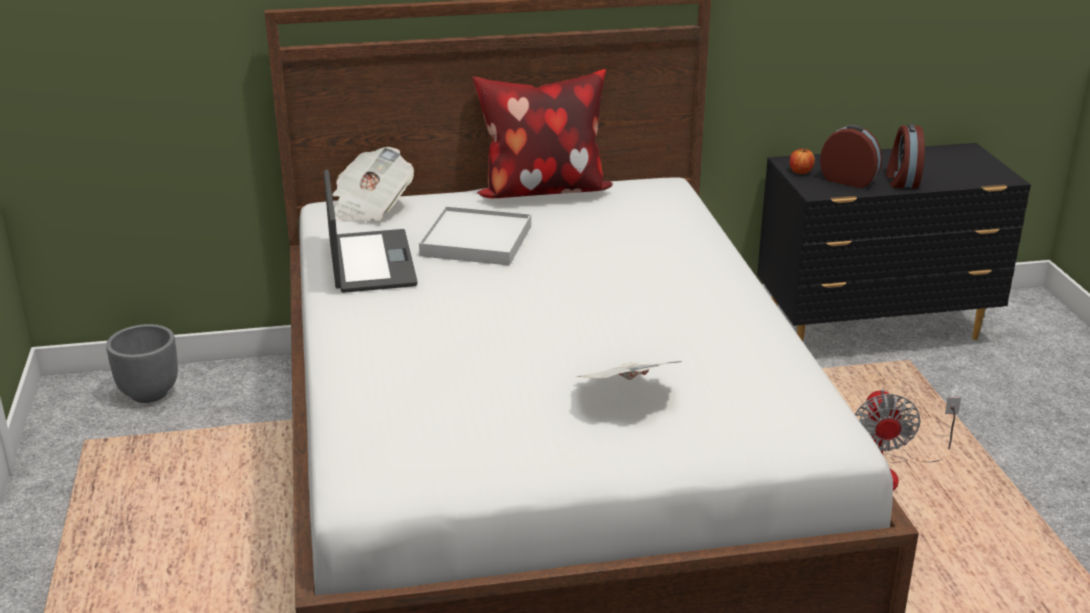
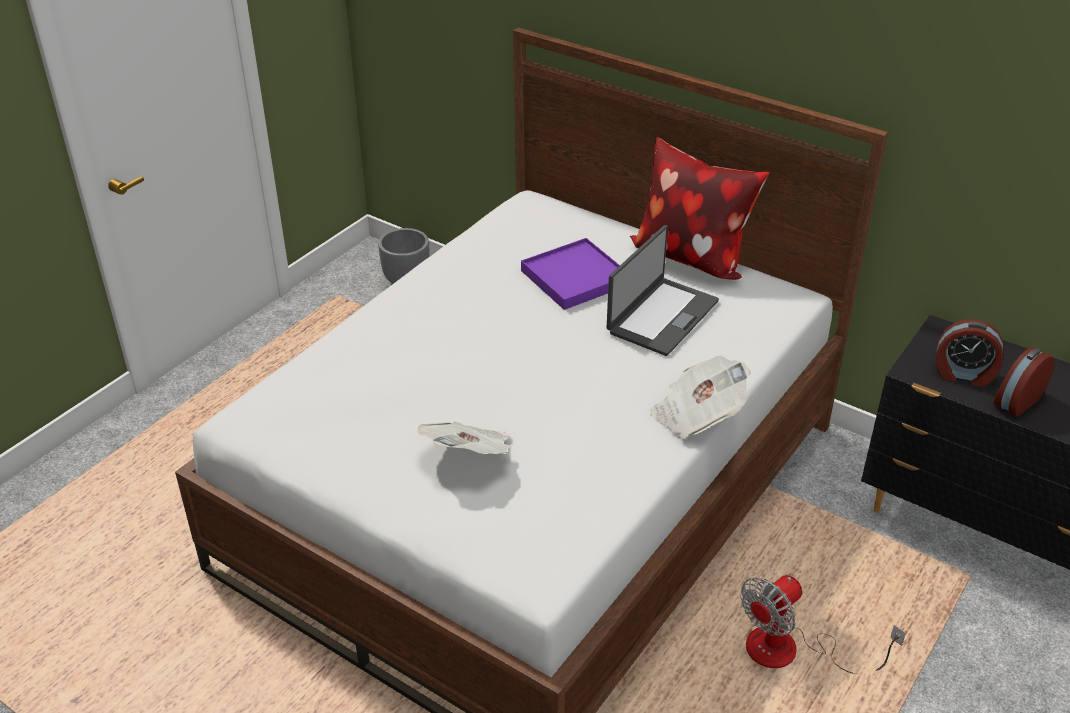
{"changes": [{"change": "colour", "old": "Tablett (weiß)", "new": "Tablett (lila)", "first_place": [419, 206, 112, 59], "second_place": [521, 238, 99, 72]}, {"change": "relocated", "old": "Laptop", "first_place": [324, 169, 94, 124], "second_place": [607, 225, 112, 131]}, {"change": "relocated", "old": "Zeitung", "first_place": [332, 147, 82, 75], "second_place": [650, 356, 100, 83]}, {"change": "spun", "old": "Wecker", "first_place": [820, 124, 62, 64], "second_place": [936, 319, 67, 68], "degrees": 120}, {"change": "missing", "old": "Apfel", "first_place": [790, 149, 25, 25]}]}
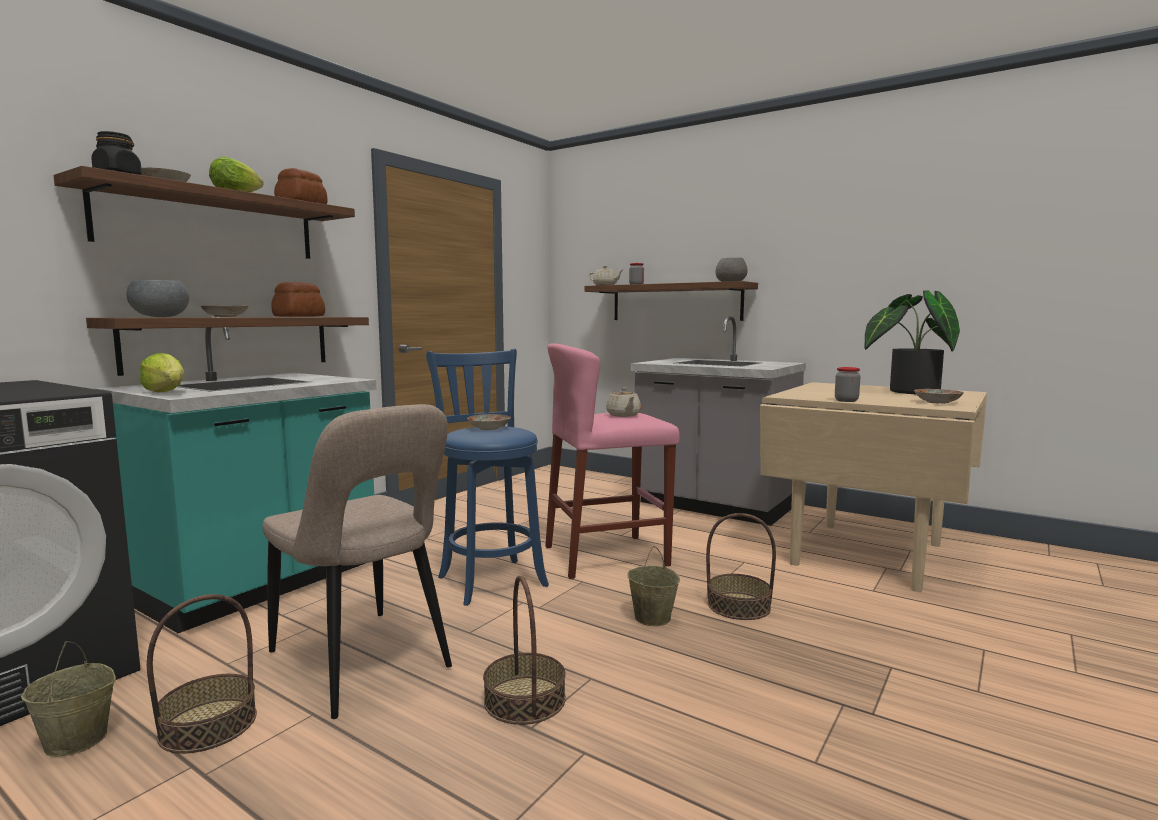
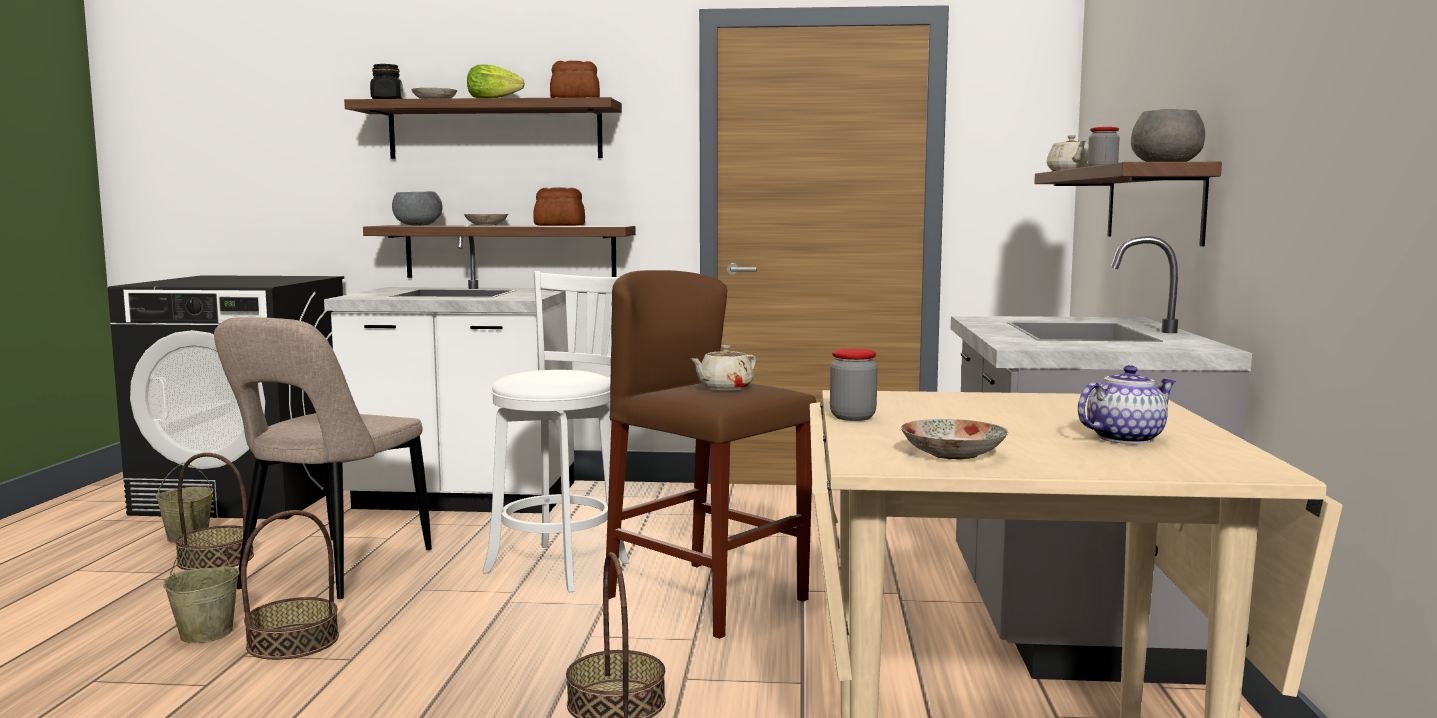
{"changes": [{"change": "relocated", "old": "Eimer (beige)", "first_place": [628, 546, 52, 80], "second_place": [163, 538, 77, 105]}, {"change": "colour", "old": "Küchenzeile (türkis)", "new": "Küchenzeile (weiß)", "first_place": [94, 317, 282, 316], "second_place": [324, 236, 250, 277]}, {"change": "colour", "old": "Hocker (blau)", "new": "Hocker (weiß)", "first_place": [426, 349, 123, 257], "second_place": [483, 271, 147, 321]}, {"change": "colour", "old": "Hocker (rosa)", "new": "Hocker (braun)", "first_place": [545, 343, 135, 236], "second_place": [606, 270, 210, 369]}, {"change": "exchanged", "old": "Topfpflanze", "new": "Teekanne", "first_place": [864, 290, 96, 104], "second_place": [1078, 365, 98, 79]}, {"change": "missing", "old": "Salatkopf", "first_place": [140, 353, 45, 40]}, {"change": "missing", "old": "Teller", "first_place": [467, 414, 44, 16]}]}
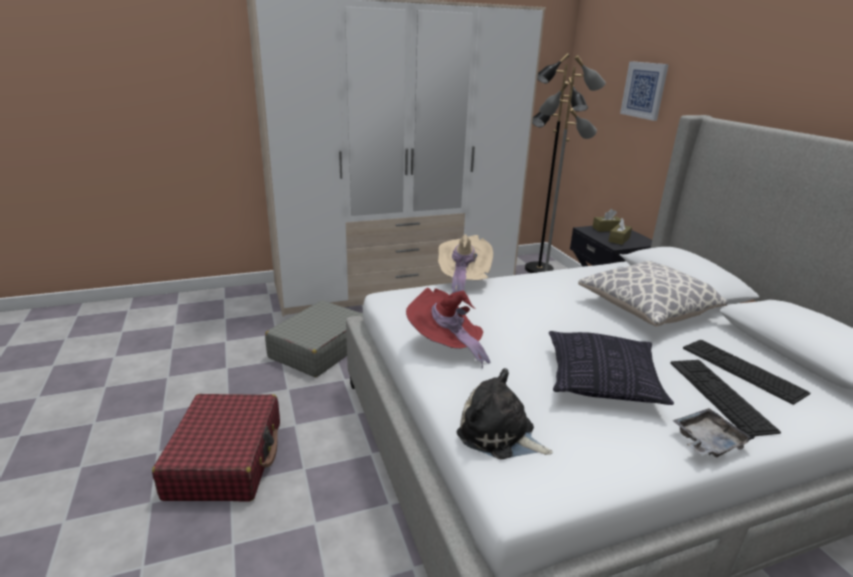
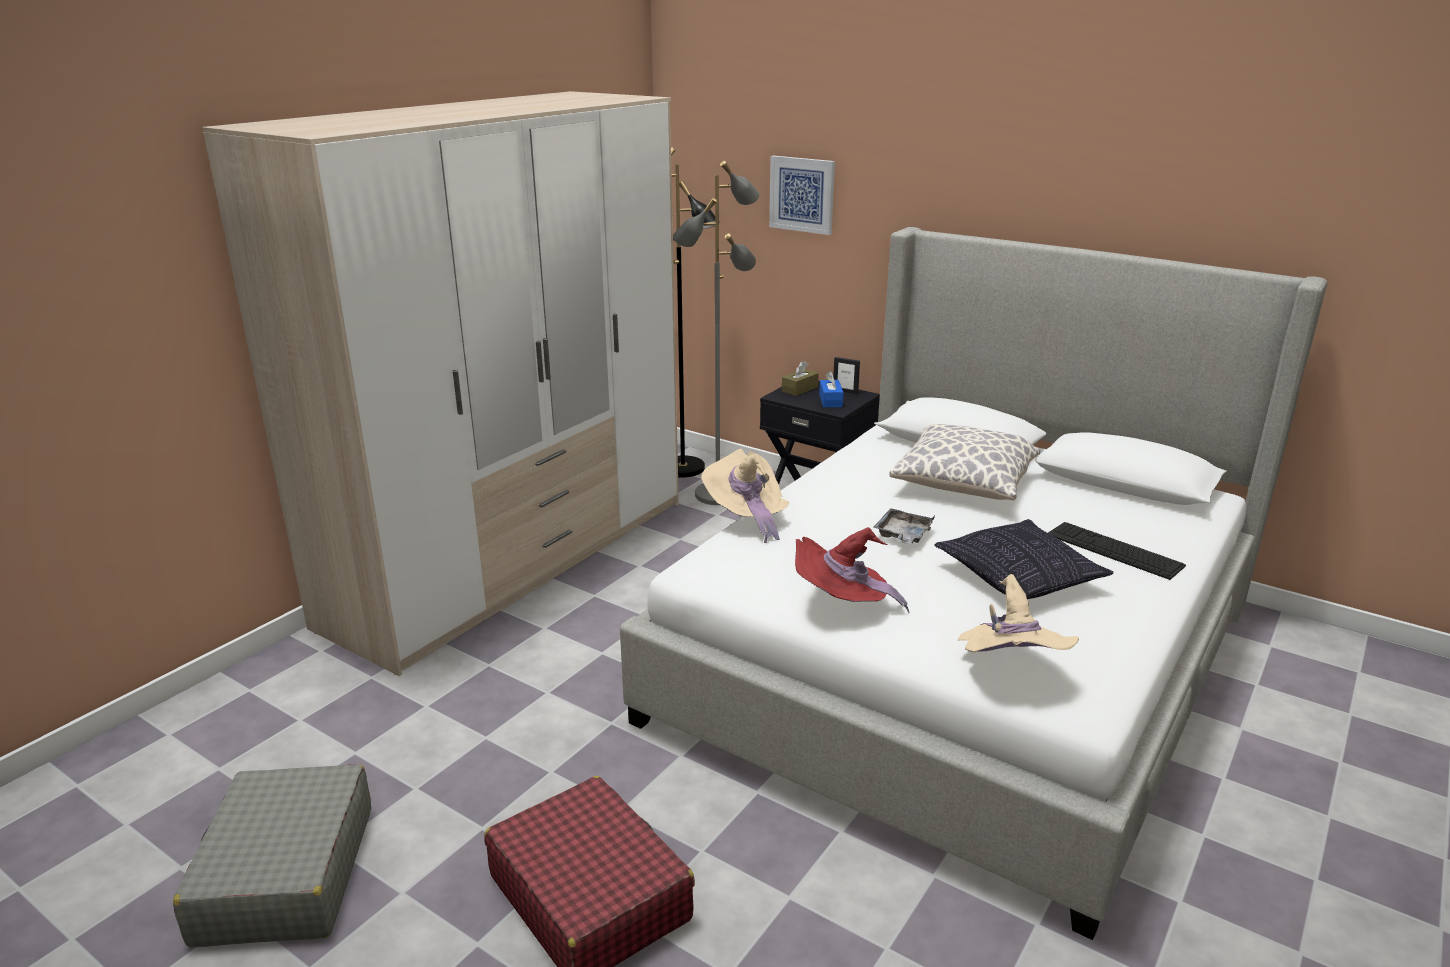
{"changes": [{"change": "relocated", "old": "Koffer (grau)", "first_place": [265, 300, 98, 77], "second_place": [173, 764, 198, 183]}, {"change": "colour", "old": "Taschentuchbox (braun)", "new": "Taschentuchbox (blau)", "first_place": [608, 218, 24, 27], "second_place": [819, 371, 25, 36]}, {"change": "appeared", "new": "Bilderrahmen", "second_place": [833, 357, 27, 37]}, {"change": "relocated", "old": "Tablett (grau)", "first_place": [673, 408, 82, 49], "second_place": [874, 508, 61, 36]}, {"change": "exchanged", "old": "Plüschtier", "new": "Hut (beige)", "first_place": [457, 368, 96, 91], "second_place": [957, 574, 122, 78]}, {"change": "missing", "old": "Tastatur", "first_place": [683, 340, 127, 65]}]}
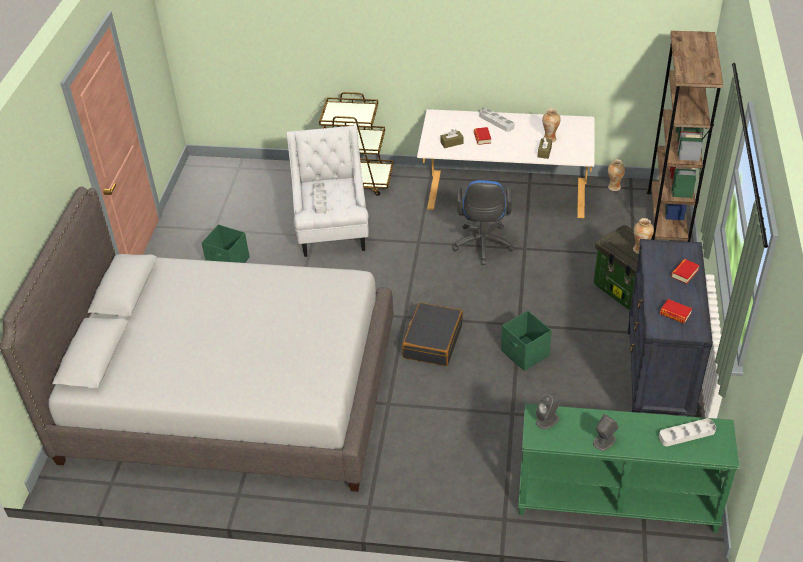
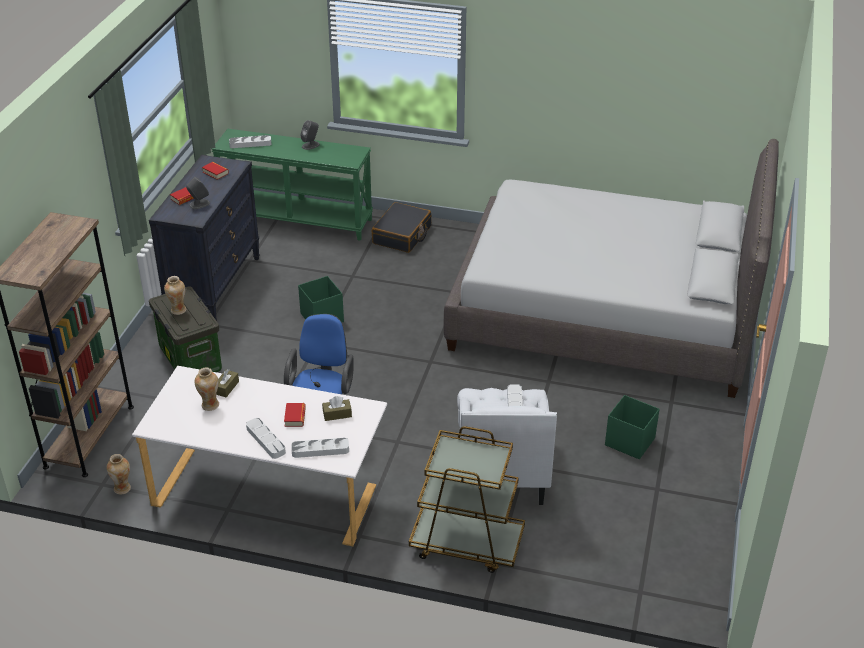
{"changes": [{"change": "relocated", "old": "Lautsprecher (grau)", "first_place": [536, 393, 24, 36], "second_place": [186, 177, 24, 32]}, {"change": "appeared", "new": "Tablett (grau)", "second_place": [291, 438, 58, 20]}, {"change": "relocated", "old": "Koffer (schwarz)", "first_place": [402, 303, 61, 63], "second_place": [372, 202, 59, 51]}]}
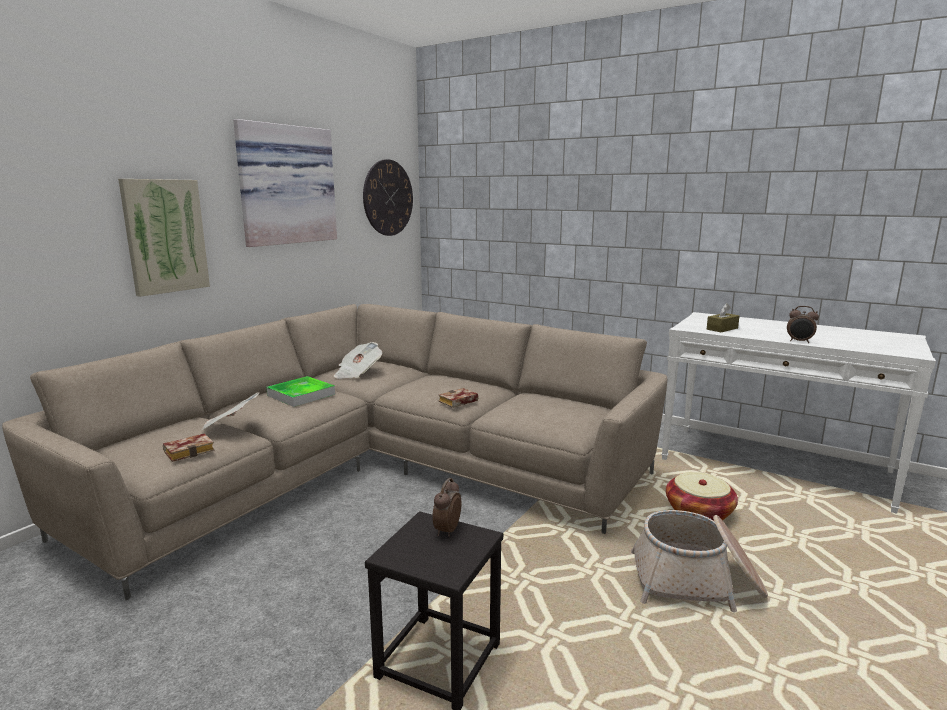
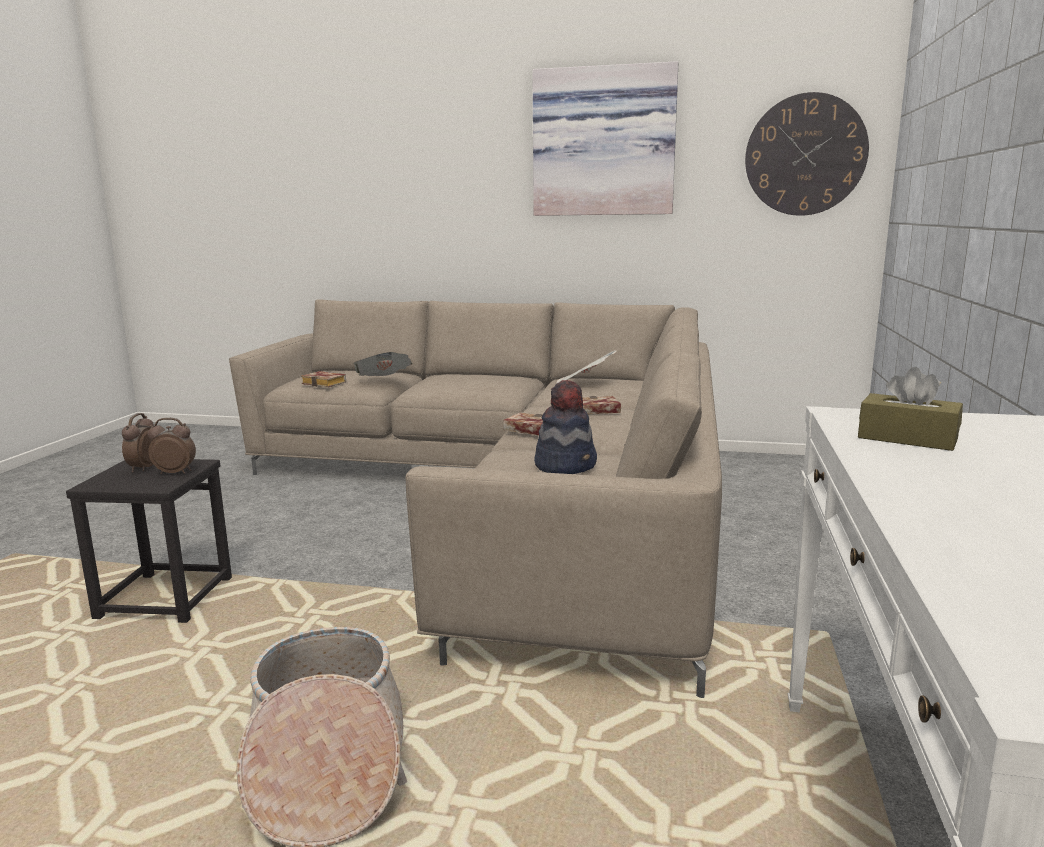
{"changes": [{"change": "relocated", "old": "Wecker", "first_place": [787, 306, 32, 37], "second_place": [122, 413, 34, 60]}, {"change": "appeared", "new": "Hut", "second_place": [534, 380, 63, 94]}, {"change": "appeared", "new": "Buch", "second_place": [583, 396, 38, 18]}, {"change": "missing", "old": "Bild", "first_place": [118, 179, 92, 118]}, {"change": "missing", "old": "Tablett", "first_place": [266, 376, 69, 31]}, {"change": "missing", "old": "Korb", "first_place": [666, 472, 72, 48]}]}
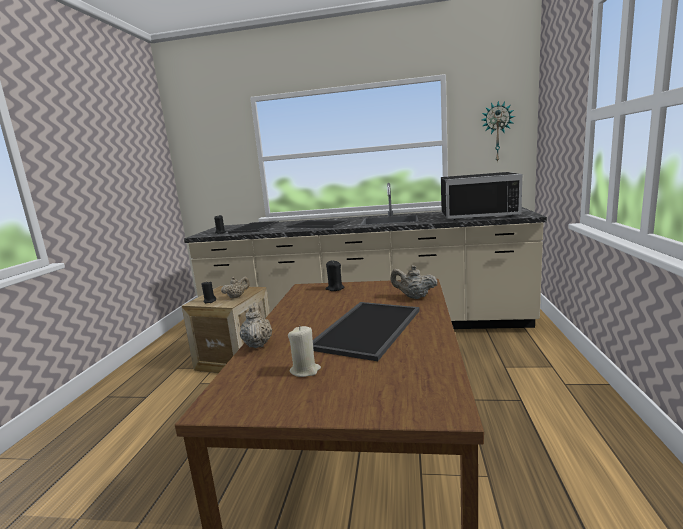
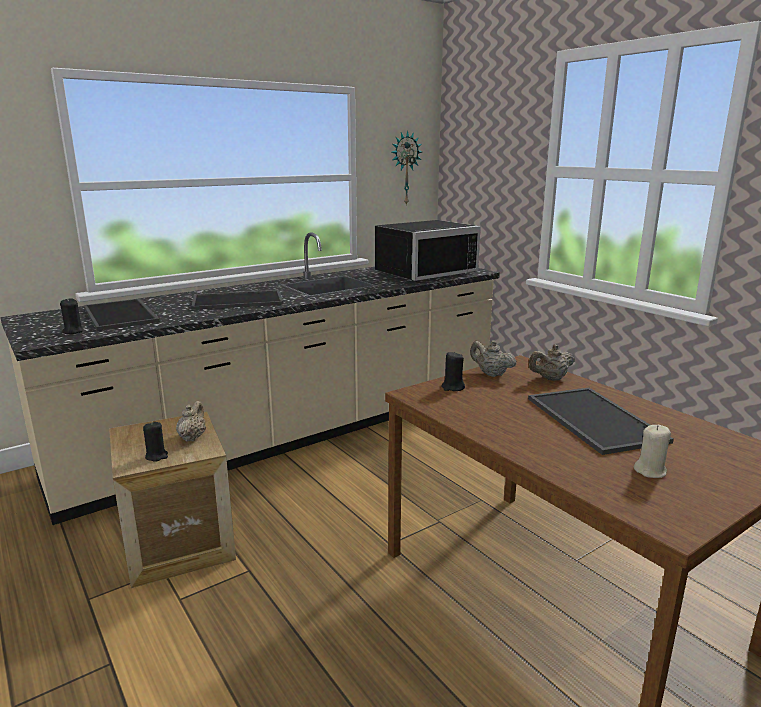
{"changes": [{"change": "relocated", "old": "Teekanne (beige)", "first_place": [240, 303, 32, 45], "second_place": [470, 340, 47, 37]}]}
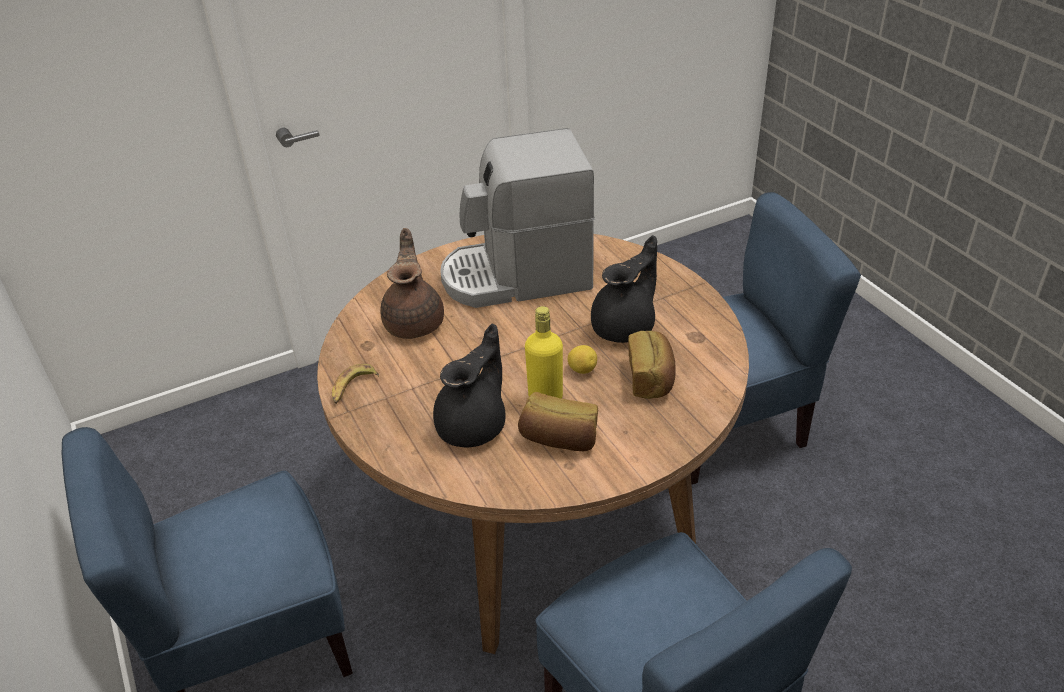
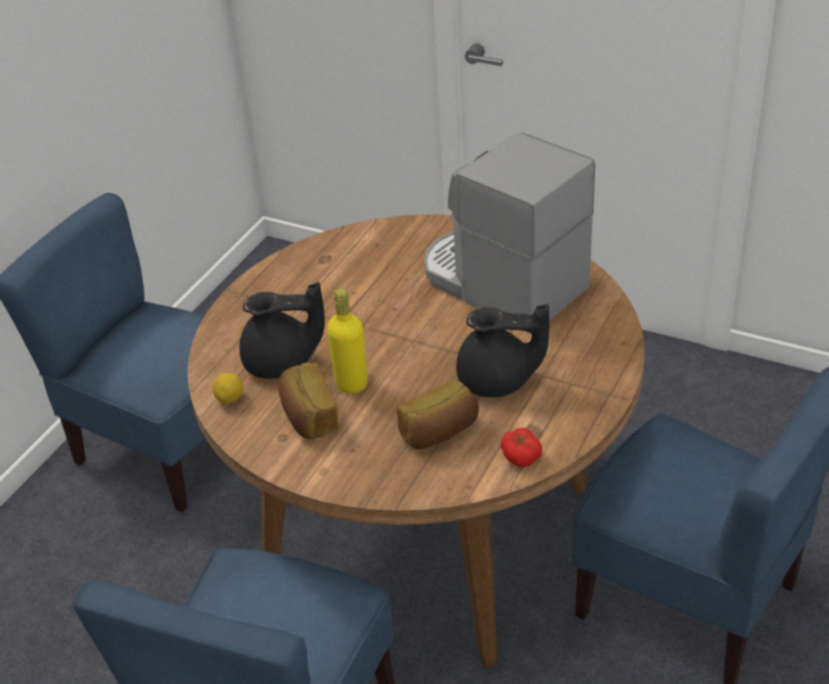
{"changes": [{"change": "relocated", "old": "Zitrone", "first_place": [568, 345, 29, 29], "second_place": [212, 373, 31, 30]}, {"change": "appeared", "new": "Tomate", "second_place": [501, 428, 41, 39]}, {"change": "missing", "old": "Banane", "first_place": [332, 364, 47, 40]}, {"change": "missing", "old": "Teekanne (braun)", "first_place": [380, 228, 64, 111]}]}
